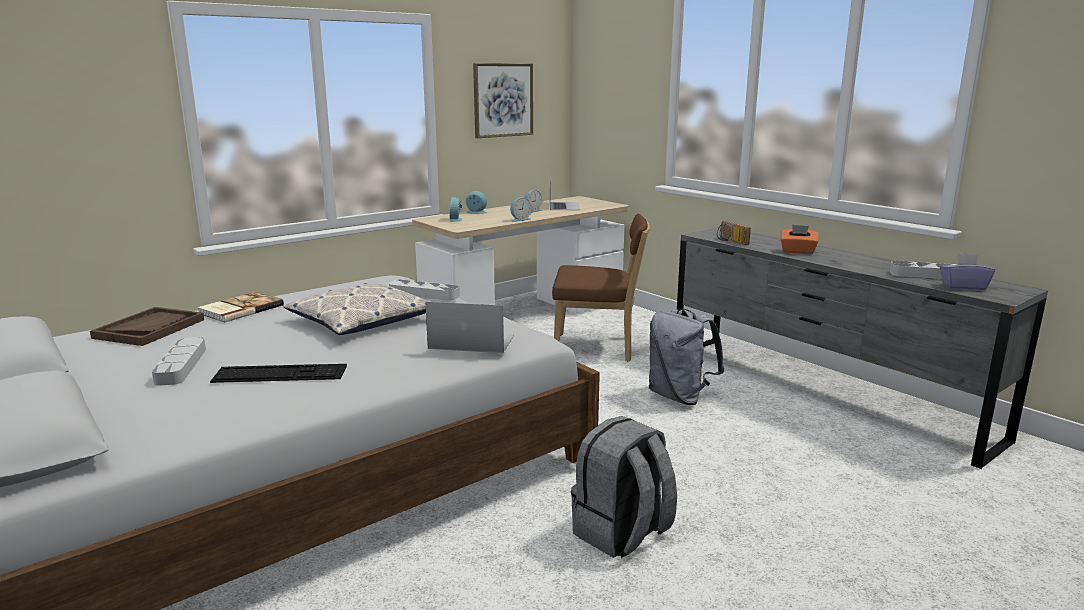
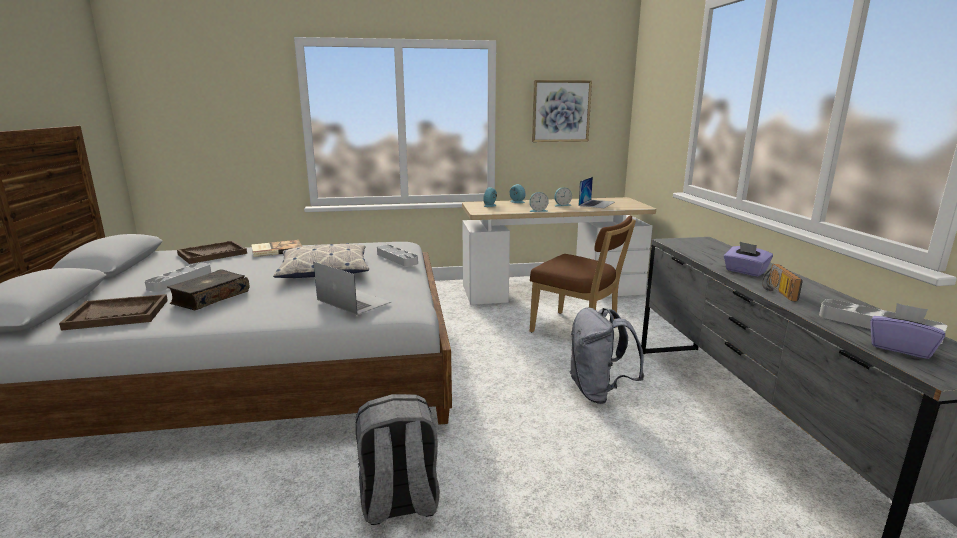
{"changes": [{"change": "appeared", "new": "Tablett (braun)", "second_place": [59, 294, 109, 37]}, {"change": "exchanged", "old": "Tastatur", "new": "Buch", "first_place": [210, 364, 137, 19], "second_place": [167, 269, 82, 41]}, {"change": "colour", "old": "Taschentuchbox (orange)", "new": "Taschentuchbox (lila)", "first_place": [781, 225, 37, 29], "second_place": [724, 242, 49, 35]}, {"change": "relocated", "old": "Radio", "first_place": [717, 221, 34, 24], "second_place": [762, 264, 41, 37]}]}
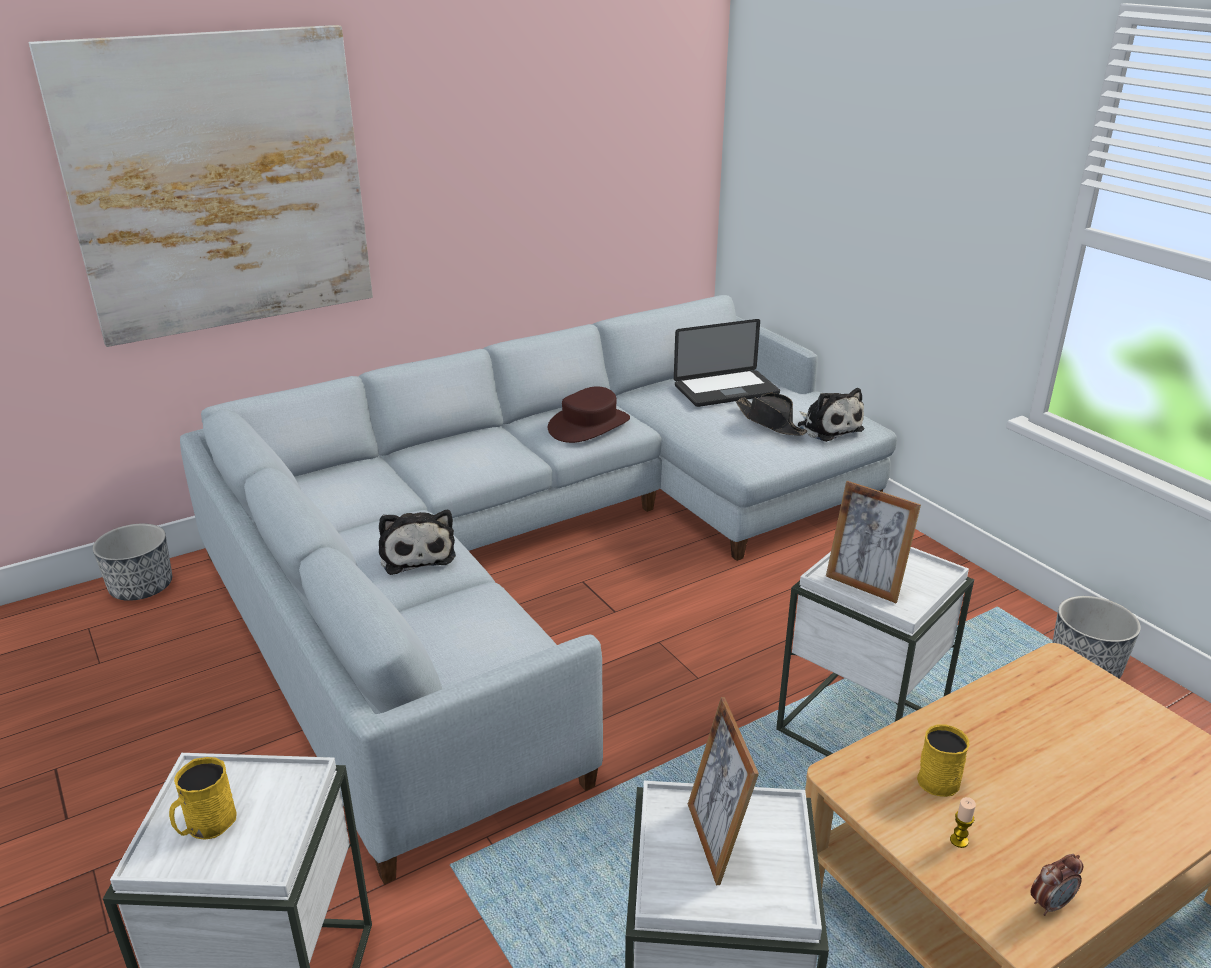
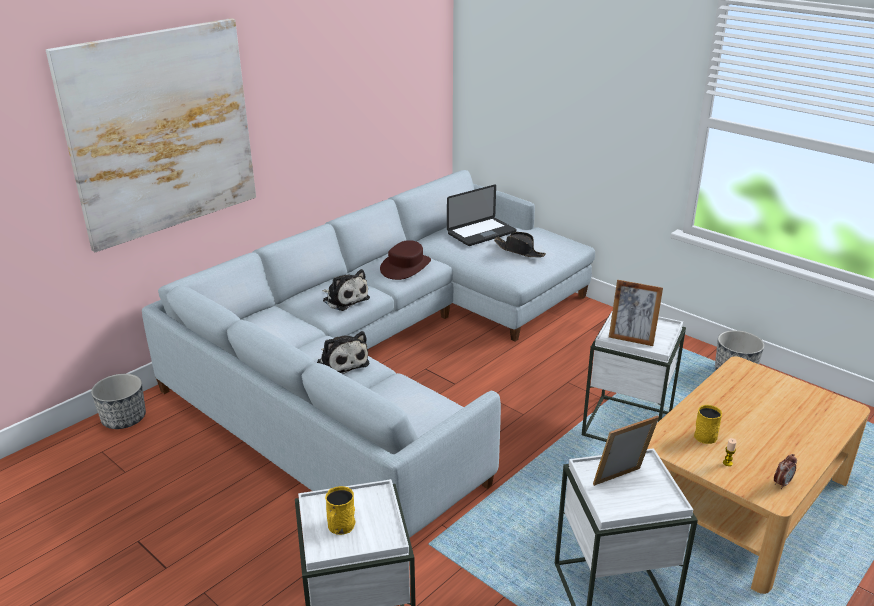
{"changes": [{"change": "relocated", "old": "Plüschtier", "first_place": [797, 388, 67, 54], "second_place": [322, 269, 48, 42]}, {"change": "spun", "old": "Bilderrahmen", "first_place": [688, 697, 71, 188], "second_place": [593, 415, 66, 71], "degrees": 90}]}
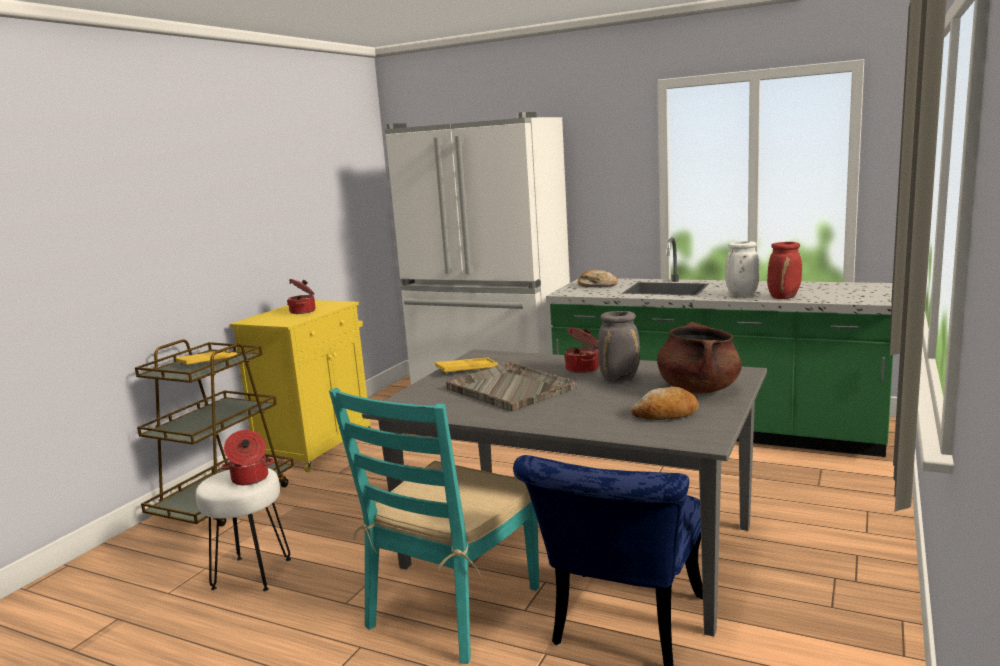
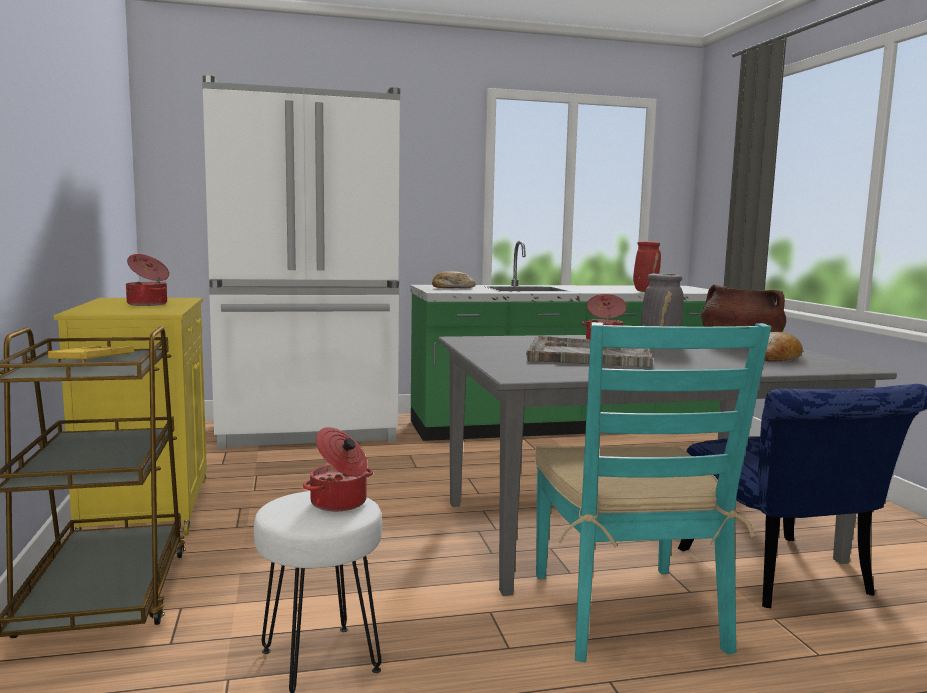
{"changes": [{"change": "missing", "old": "Tablett (gelb)", "first_place": [435, 358, 63, 16]}, {"change": "missing", "old": "Vase (weiß)", "first_place": [725, 241, 34, 55]}]}
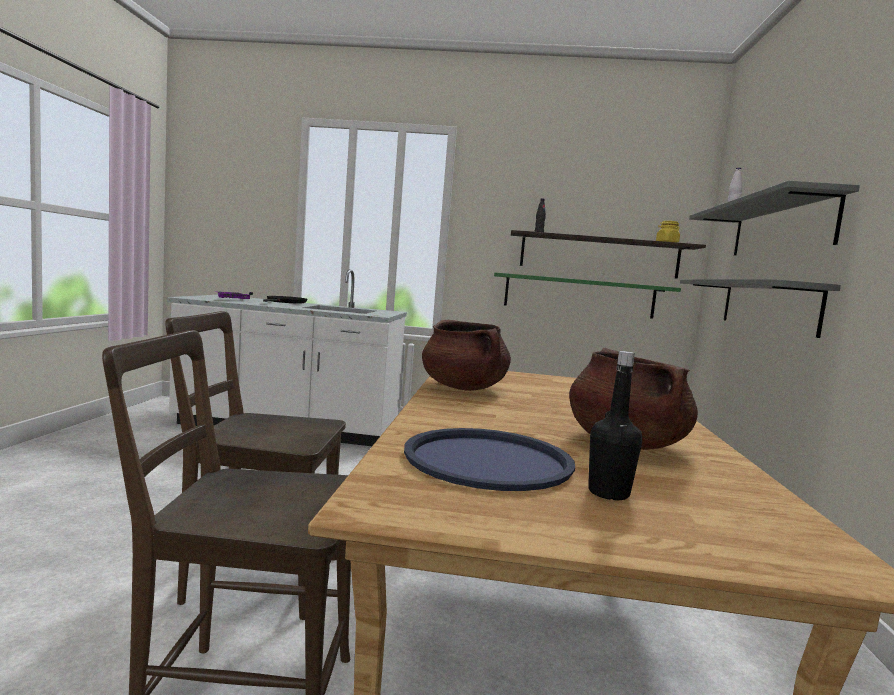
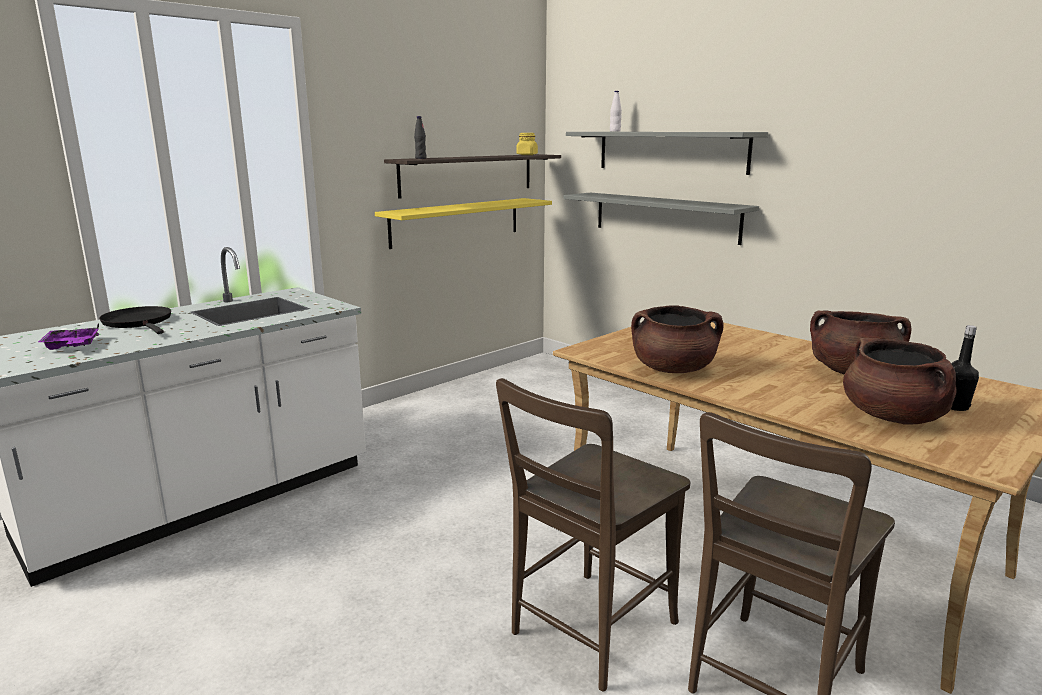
{"changes": [{"change": "colour", "old": "Wandregal (grün)", "new": "Wandregal (gelb)", "first_place": [494, 272, 187, 47], "second_place": [375, 198, 177, 51]}, {"change": "exchanged", "old": "Tablett (blau)", "new": "Kochtopf (braun)", "first_place": [404, 428, 171, 63], "second_place": [843, 338, 113, 87]}]}
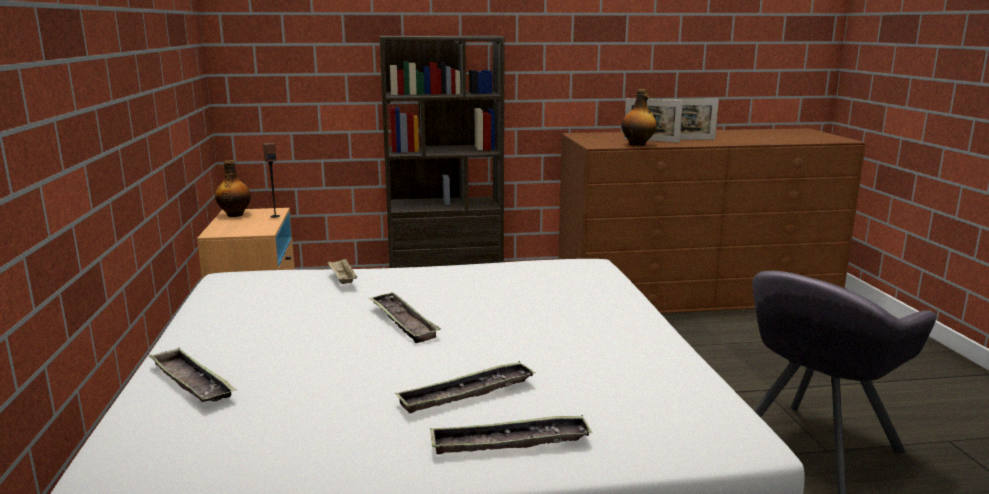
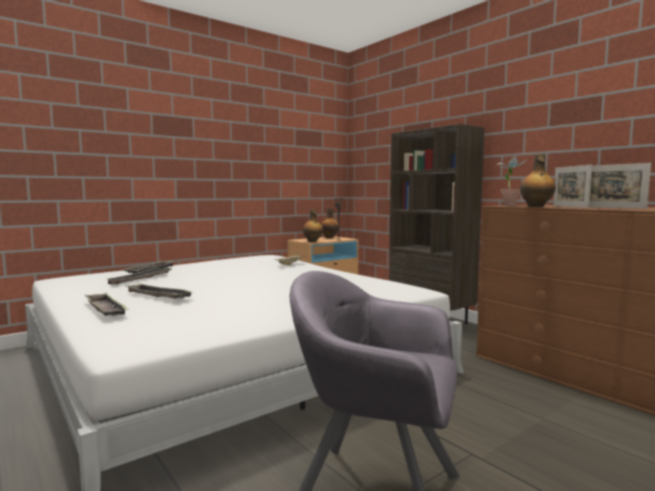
{"changes": [{"change": "relocated", "old": "Tablett", "first_place": [369, 292, 72, 51], "second_place": [105, 267, 67, 18]}, {"change": "appeared", "new": "Flasche", "second_place": [303, 209, 20, 33]}, {"change": "appeared", "new": "Topfpflanze", "second_place": [496, 156, 32, 50]}]}
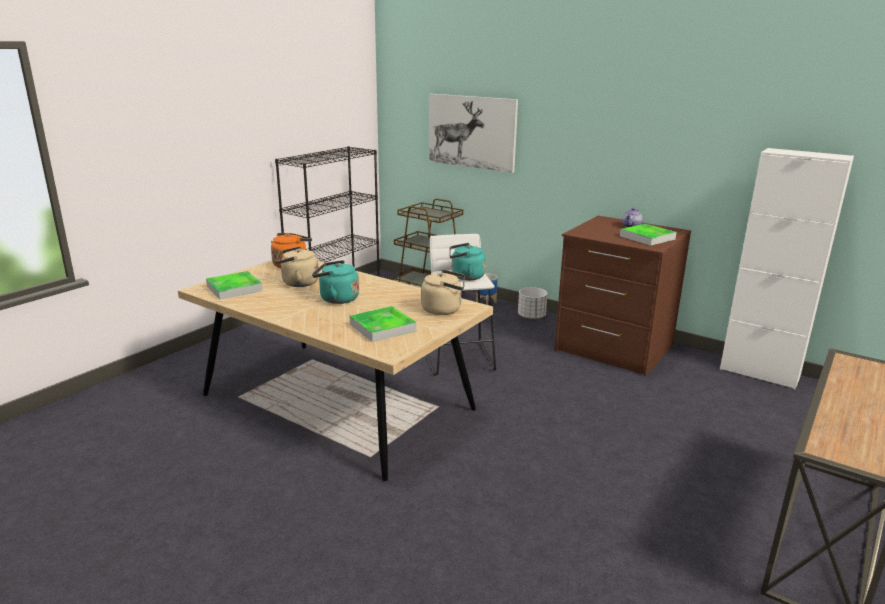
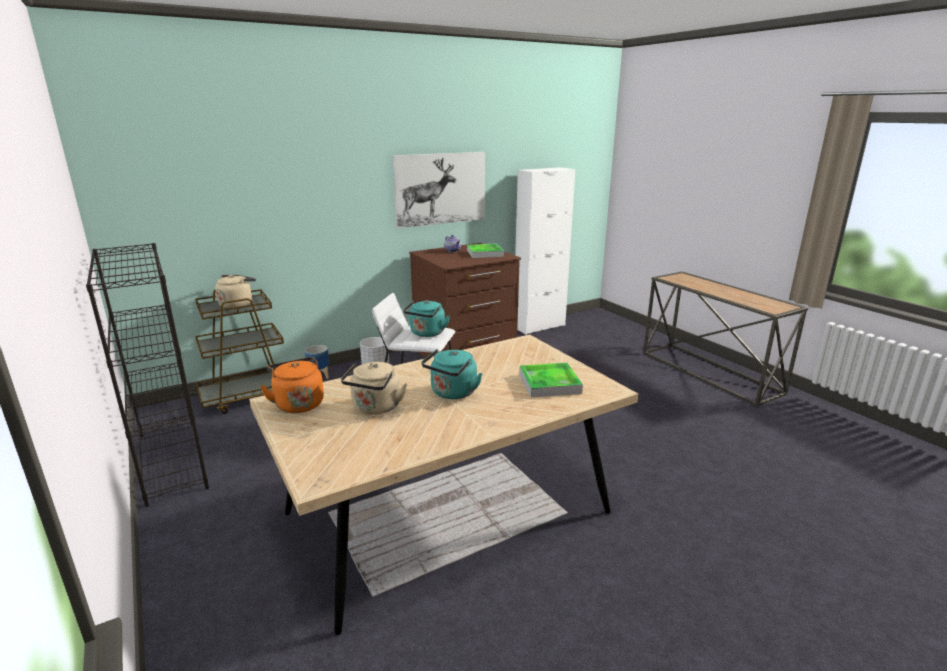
{"changes": [{"change": "relocated", "old": "Wasserkessel (beige)", "first_place": [421, 270, 44, 45], "second_place": [215, 275, 41, 33]}, {"change": "relocated", "old": "Bild", "first_place": [429, 94, 89, 79], "second_place": [392, 152, 93, 76]}, {"change": "missing", "old": "Tablett", "first_place": [206, 271, 57, 28]}]}
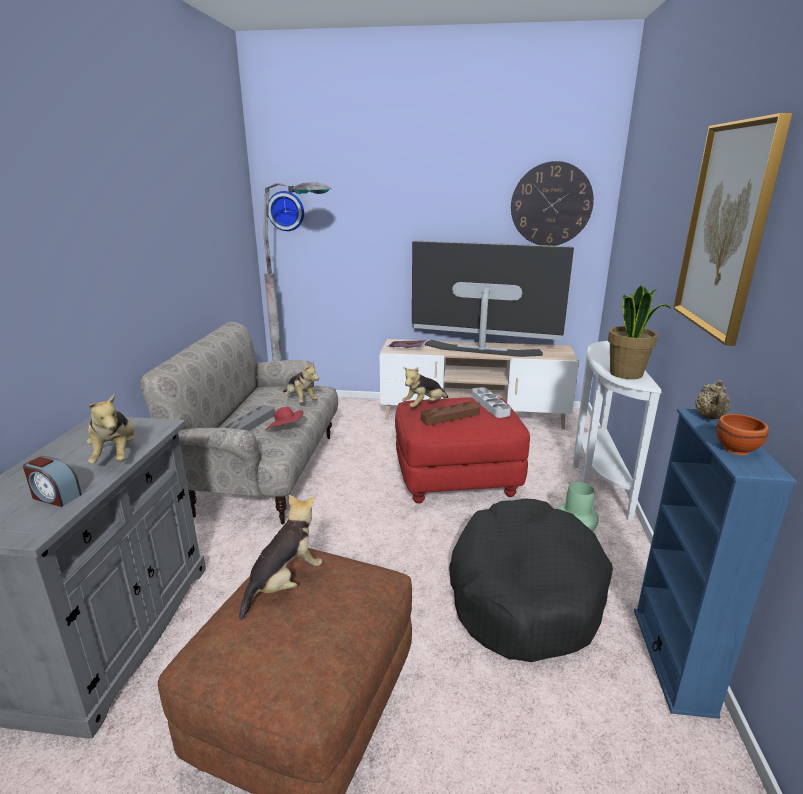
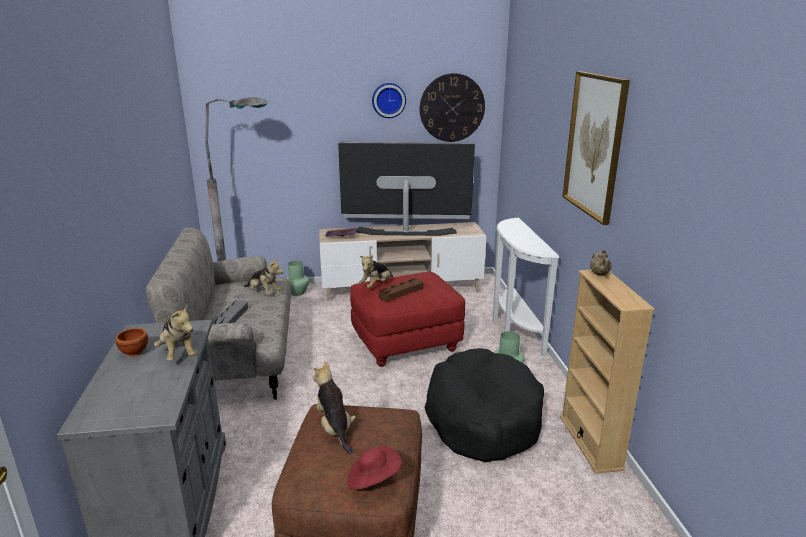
{"changes": [{"change": "relocated", "old": "Schüssel (braun)", "first_place": [716, 414, 52, 41], "second_place": [116, 328, 32, 29]}, {"change": "appeared", "new": "Vase (grün)", "second_place": [286, 261, 23, 35]}, {"change": "spun", "old": "Plüschtier", "first_place": [239, 495, 84, 125], "second_place": [313, 361, 43, 93], "degrees": -45}, {"change": "relocated", "old": "Hut (rot)", "first_place": [266, 407, 38, 23], "second_place": [347, 446, 54, 43]}, {"change": "relocated", "old": "Wanduhr", "first_place": [268, 191, 36, 40], "second_place": [372, 83, 34, 35]}, {"change": "colour", "old": "Bücherregal (blau)", "new": "Bücherregal (beige)", "first_place": [634, 408, 163, 311], "second_place": [560, 270, 95, 204]}, {"change": "missing", "old": "Wecker", "first_place": [23, 456, 59, 51]}, {"change": "missing", "old": "Tablett (grau)", "first_place": [471, 387, 40, 31]}, {"change": "missing", "old": "Topfpflanze", "first_place": [608, 285, 63, 94]}]}
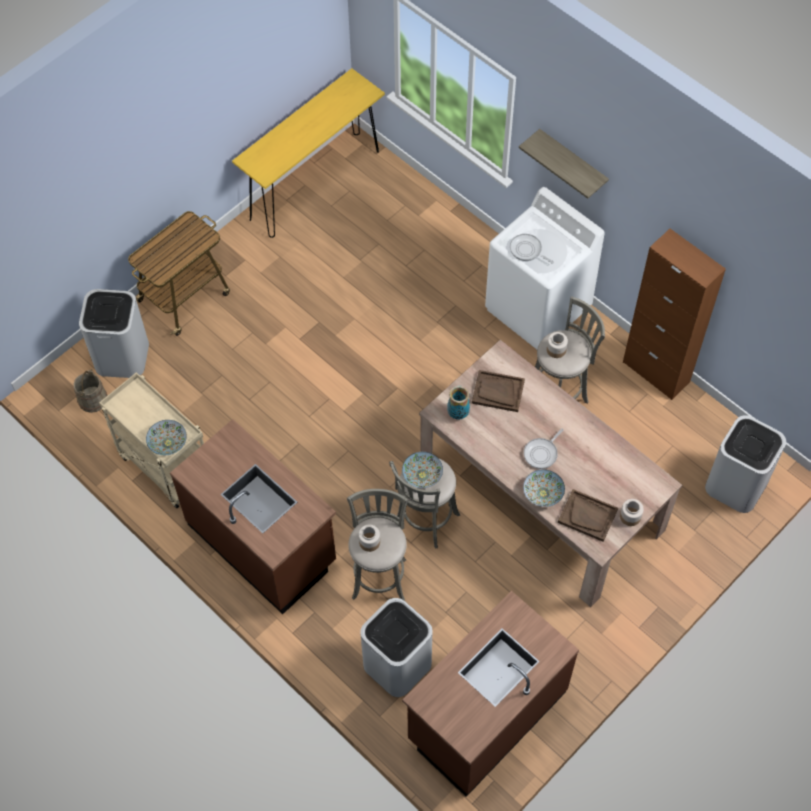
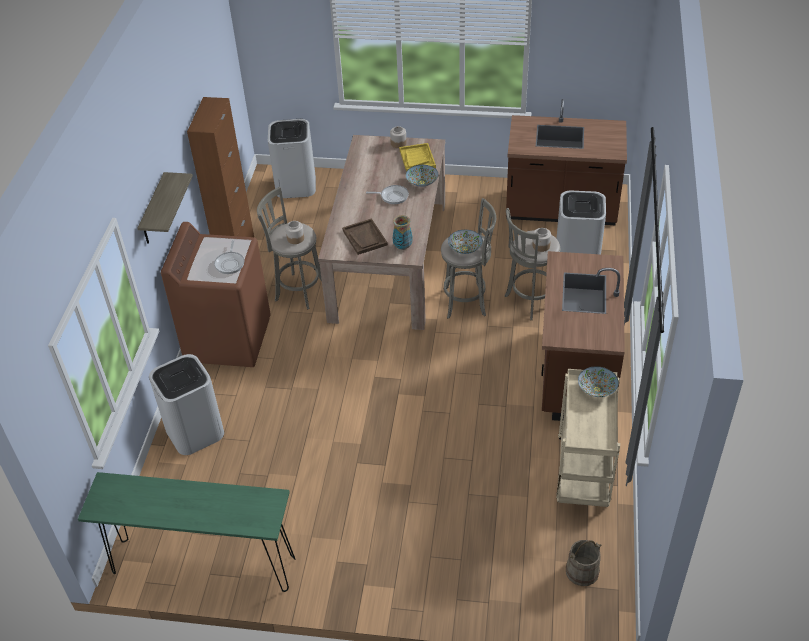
{"changes": [{"change": "colour", "old": "Konsolentisch (gelb)", "new": "Konsolentisch (grün)", "first_place": [232, 68, 153, 170], "second_place": [78, 472, 217, 120]}, {"change": "relocated", "old": "Mülleimer (weiß)", "first_place": [79, 289, 70, 89], "second_place": [149, 354, 75, 101]}, {"change": "colour", "old": "Waschmaschine (weiß)", "new": "Waschmaschine (braun)", "first_place": [485, 187, 120, 162], "second_place": [161, 222, 110, 145]}, {"change": "colour", "old": "Tablett (braun)", "new": "Tablett (gelb)", "first_place": [558, 489, 60, 53], "second_place": [399, 143, 37, 29]}, {"change": "missing", "old": "Rollwagen", "first_place": [128, 211, 102, 125]}]}
